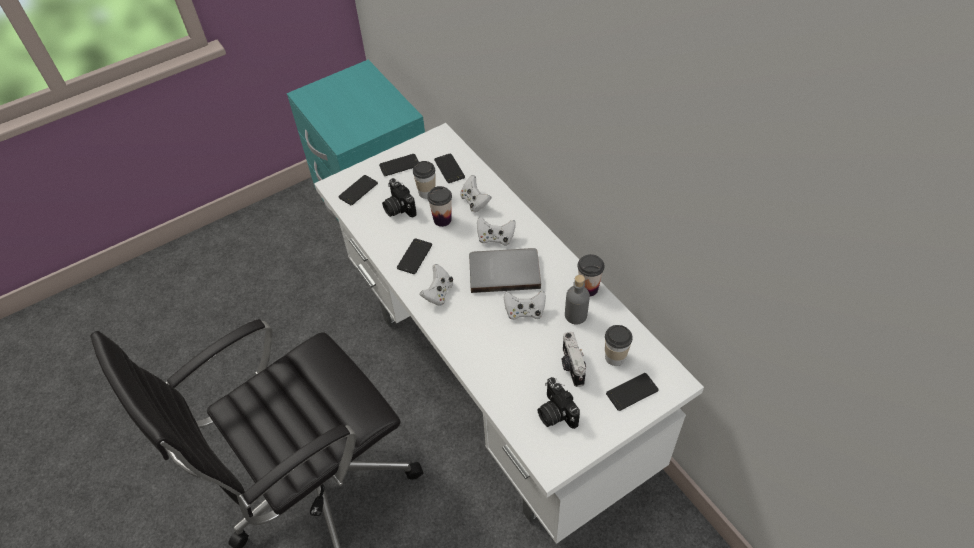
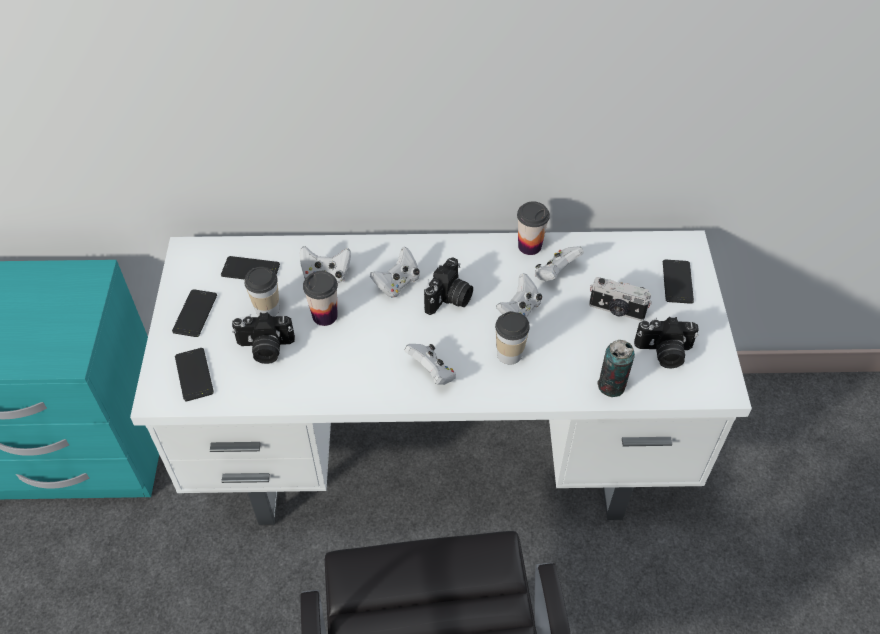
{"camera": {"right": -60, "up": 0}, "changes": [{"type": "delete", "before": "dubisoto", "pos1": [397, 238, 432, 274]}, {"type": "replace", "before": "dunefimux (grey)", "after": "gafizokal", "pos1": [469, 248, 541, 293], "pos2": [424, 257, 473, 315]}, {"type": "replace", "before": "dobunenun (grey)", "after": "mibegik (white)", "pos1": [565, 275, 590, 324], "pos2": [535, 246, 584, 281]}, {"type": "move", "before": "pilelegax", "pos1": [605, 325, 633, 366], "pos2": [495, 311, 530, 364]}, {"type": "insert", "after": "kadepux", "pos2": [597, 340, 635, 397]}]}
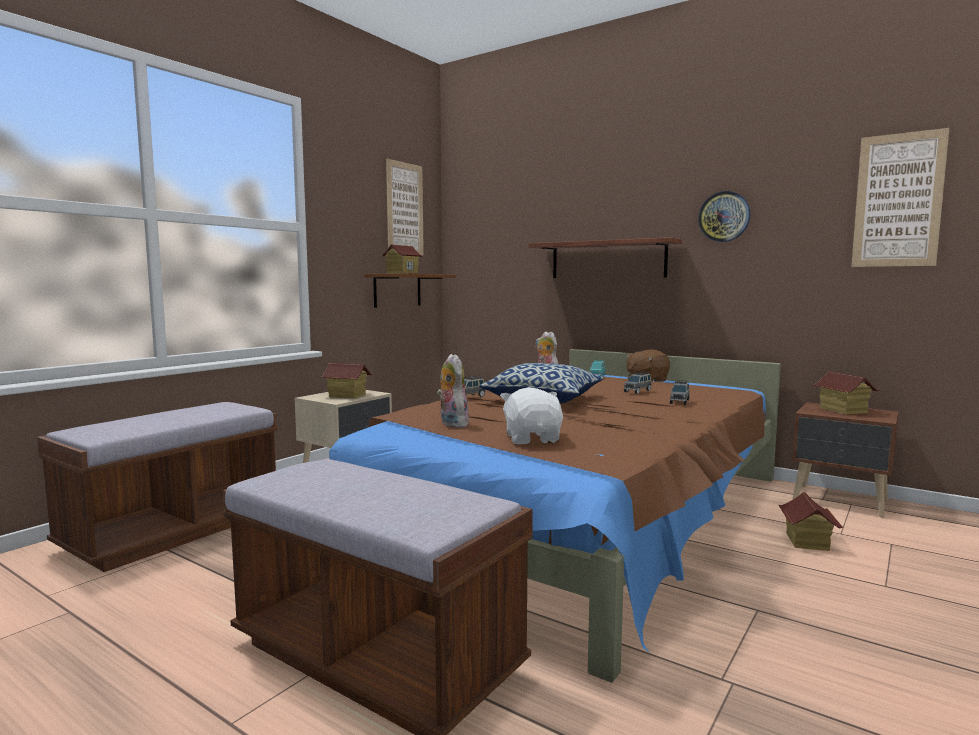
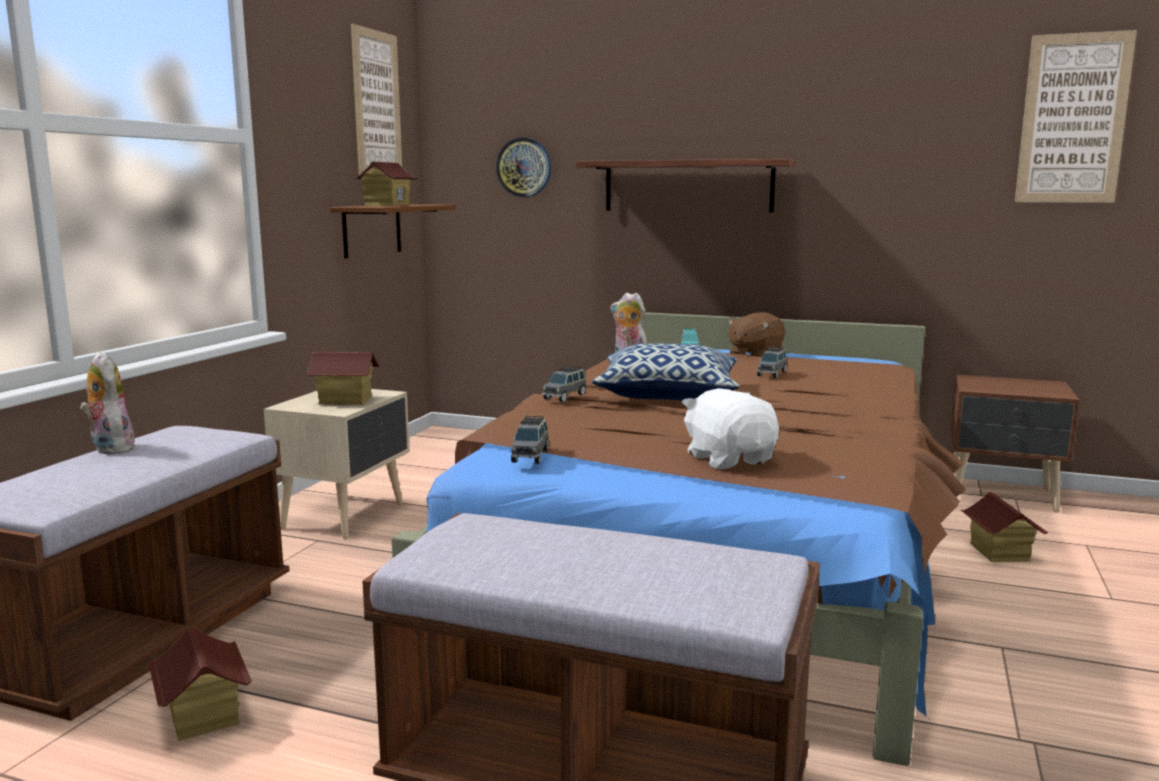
{"camera": {"right": -15, "up": 5}, "changes": [{"type": "move", "before": "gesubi", "pos1": [437, 354, 469, 428], "pos2": [80, 351, 135, 455]}, {"type": "move", "before": "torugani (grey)", "pos1": [670, 380, 690, 405], "pos2": [511, 416, 549, 464]}, {"type": "move", "before": "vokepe", "pos1": [698, 191, 750, 242], "pos2": [496, 137, 551, 197]}, {"type": "move", "before": "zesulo", "pos1": [813, 371, 880, 414], "pos2": [148, 627, 252, 741]}]}
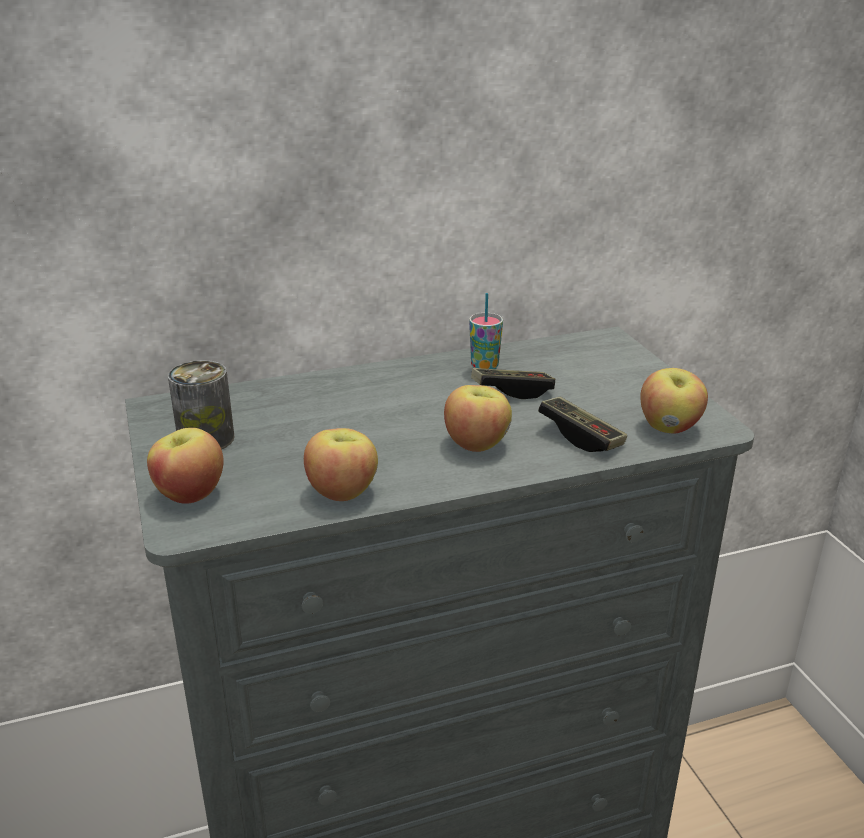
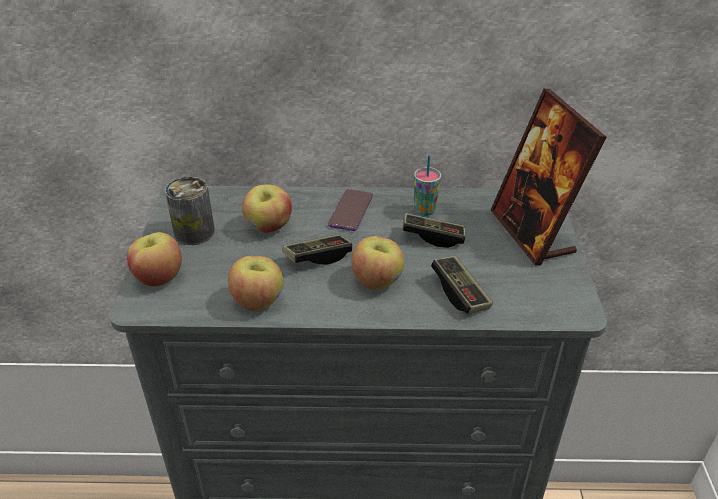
{"camera": {"right": 20, "up": 10}, "changes": [{"type": "move", "before": "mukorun", "pos1": [640, 368, 708, 434], "pos2": [242, 184, 292, 233]}, {"type": "insert", "after": "mibegik", "pos2": [283, 234, 352, 265]}, {"type": "insert", "after": "dubisoto", "pos2": [328, 189, 373, 231]}, {"type": "insert", "after": "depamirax", "pos2": [491, 88, 607, 266]}]}
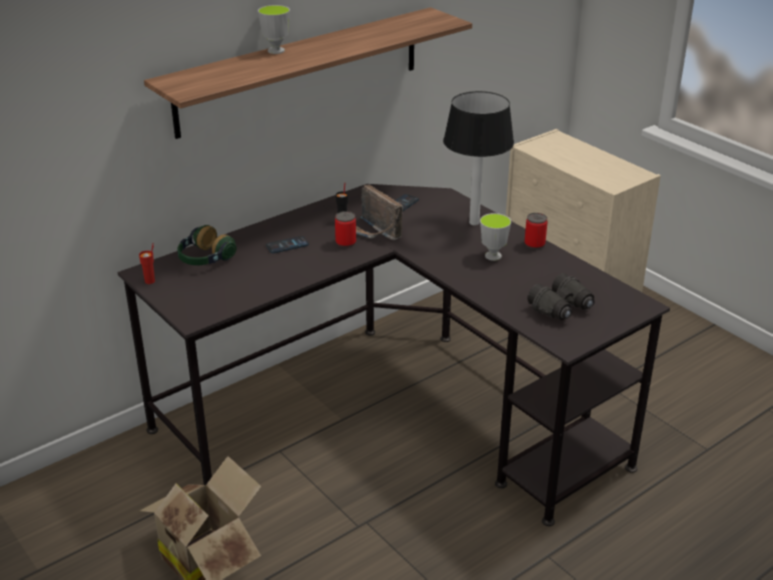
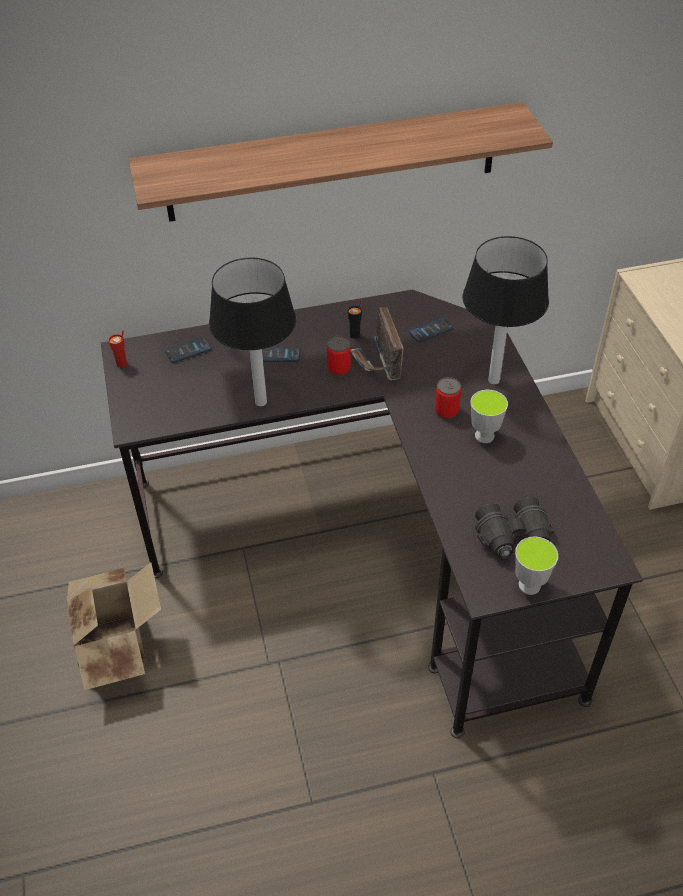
{"camera": {"right": 25, "up": 15}, "changes": [{"type": "replace", "before": "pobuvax", "after": "dubisoto", "pos1": [177, 225, 237, 265], "pos2": [165, 337, 212, 363]}, {"type": "move", "before": "pilelegax", "pos1": [258, 5, 290, 54], "pos2": [515, 537, 558, 595]}, {"type": "move", "before": "kadepux", "pos1": [525, 213, 548, 249], "pos2": [435, 377, 461, 419]}, {"type": "insert", "after": "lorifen", "pos2": [209, 258, 296, 406]}]}
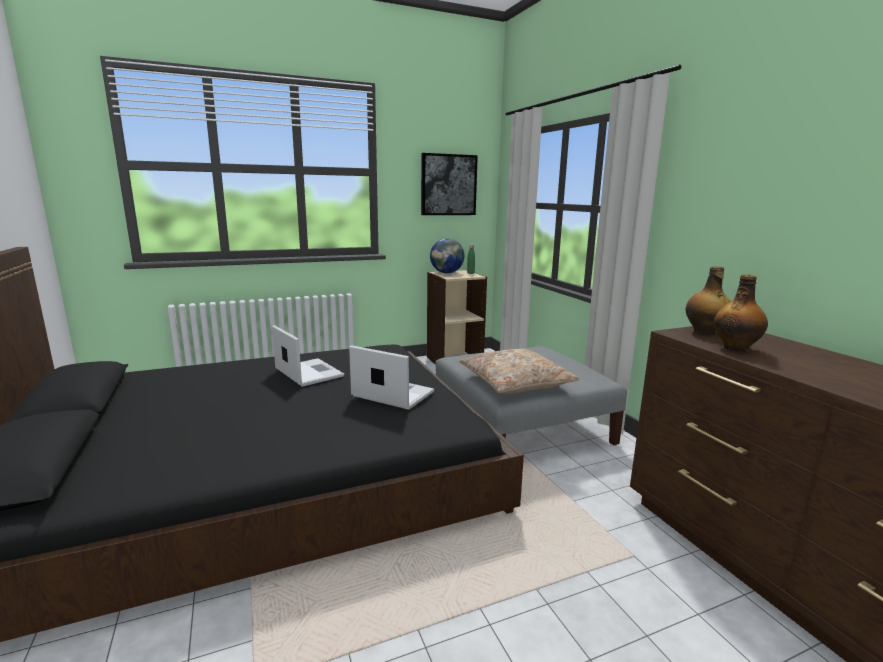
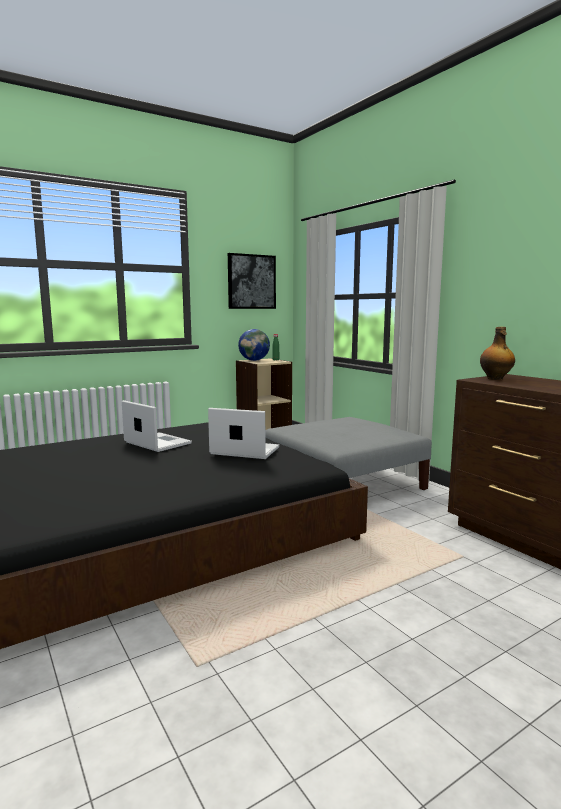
{"camera": {"right": -10, "up": -5}, "changes": [{"type": "delete", "before": "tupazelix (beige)", "pos1": [459, 349, 579, 394]}, {"type": "delete", "before": "dobunenun", "pos1": [714, 274, 768, 352]}]}
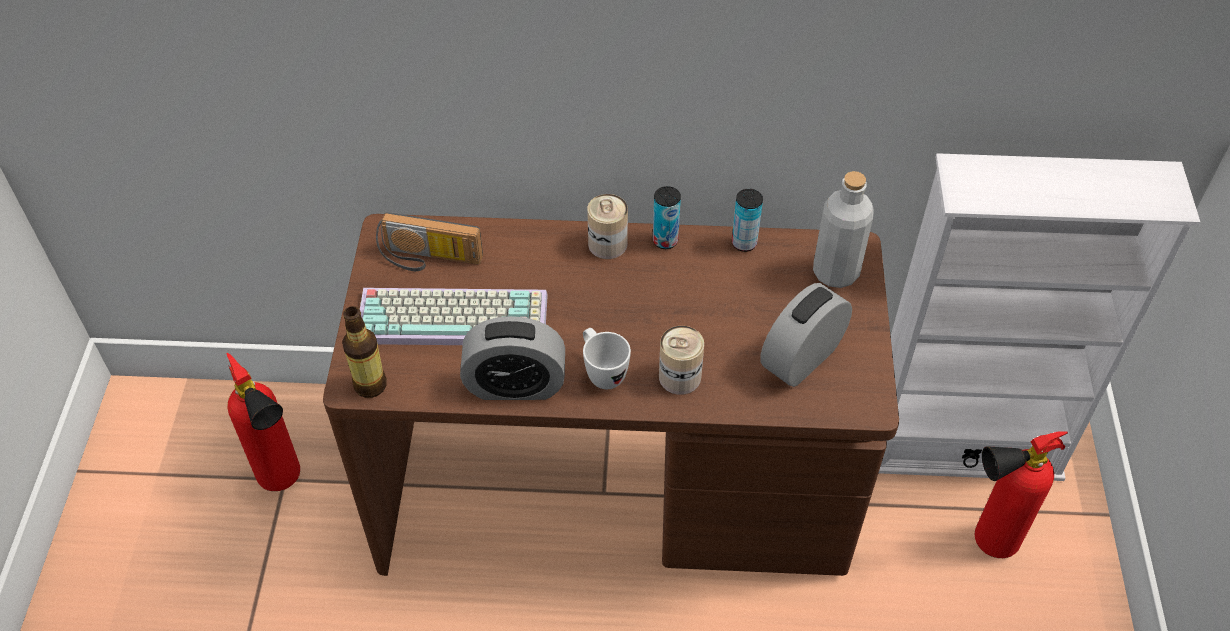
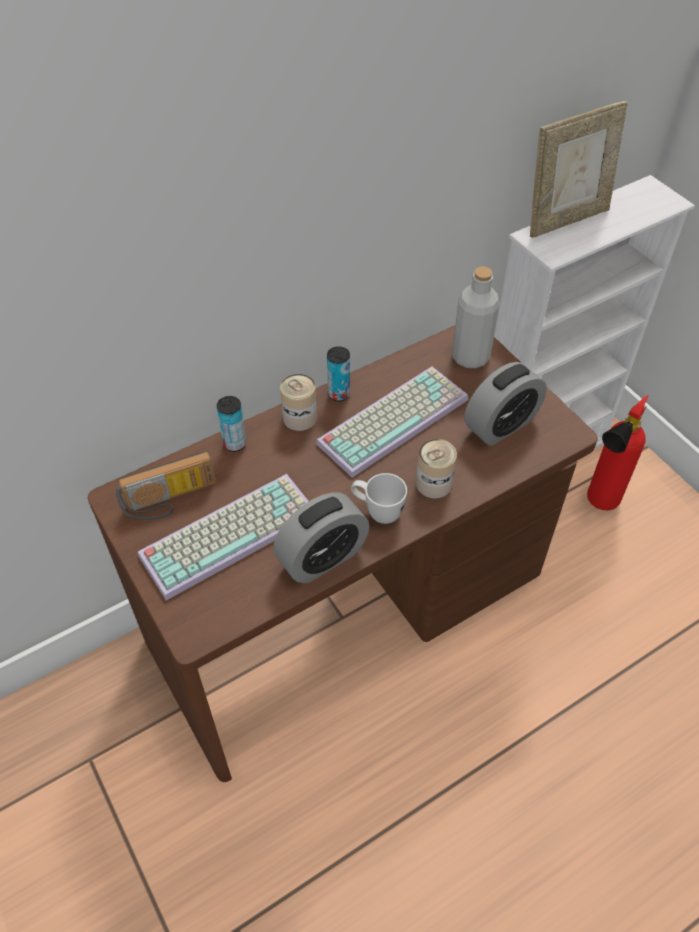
{"camera": {"right": -35, "up": 0}, "changes": [{"type": "delete", "before": "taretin", "pos1": [226, 353, 300, 491]}, {"type": "delete", "before": "dobunenun", "pos1": [342, 306, 387, 398]}, {"type": "move", "before": "kadepux", "pos1": [732, 189, 763, 252], "pos2": [217, 396, 246, 452]}, {"type": "rotate", "before": "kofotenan", "pos1": [760, 283, 852, 387], "pos2": [465, 362, 547, 446], "turn": -135}, {"type": "insert", "after": "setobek", "pos2": [316, 366, 468, 478]}, {"type": "insert", "after": "depamirax", "pos2": [530, 101, 628, 238]}]}
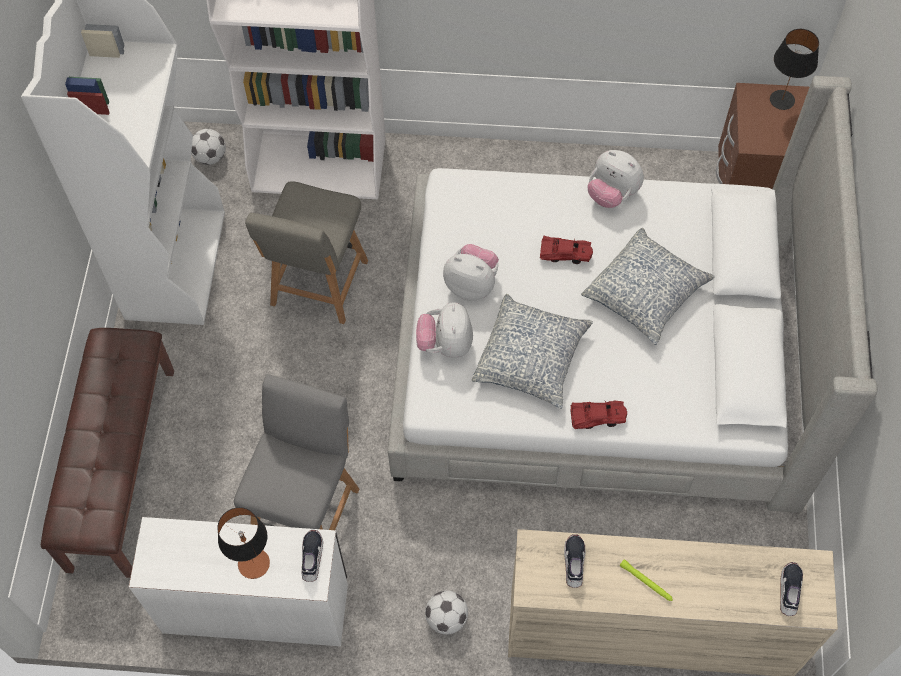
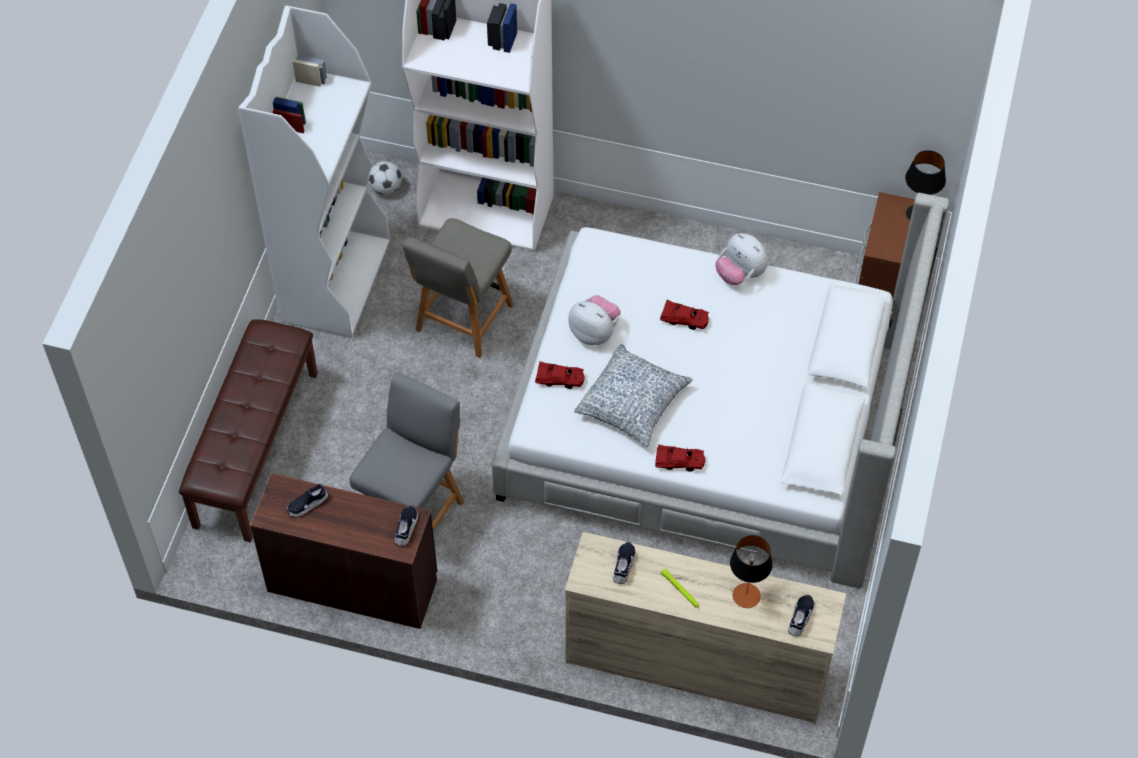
{"camera": {"right": 10, "up": -5}, "changes": [{"type": "recolor", "before": "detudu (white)", "after": "detudu (brown)", "pos1": [129, 517, 348, 646], "pos2": [250, 473, 437, 629]}, {"type": "move", "before": "lorifen", "pos1": [217, 507, 270, 579], "pos2": [730, 535, 773, 608]}, {"type": "replace", "before": "gesubi", "after": "torugani (red)", "pos1": [416, 302, 473, 358], "pos2": [535, 361, 585, 389]}, {"type": "delete", "before": "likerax", "pos1": [425, 591, 468, 634]}, {"type": "delete", "before": "tupazelix", "pos1": [581, 228, 714, 345]}, {"type": "insert", "after": "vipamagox", "pos2": [286, 483, 328, 518]}]}
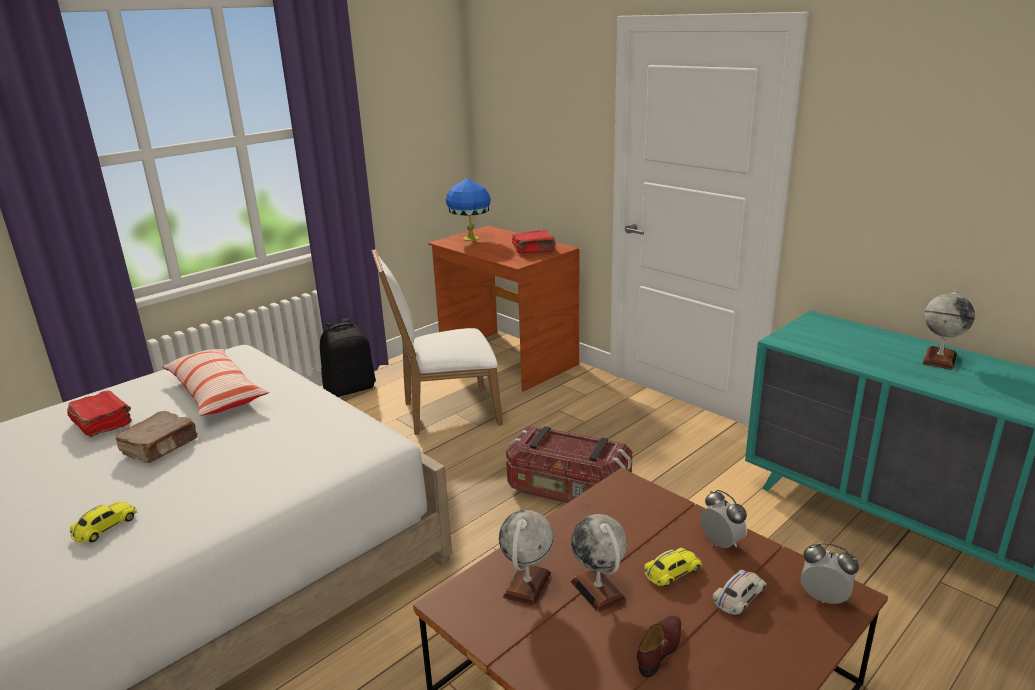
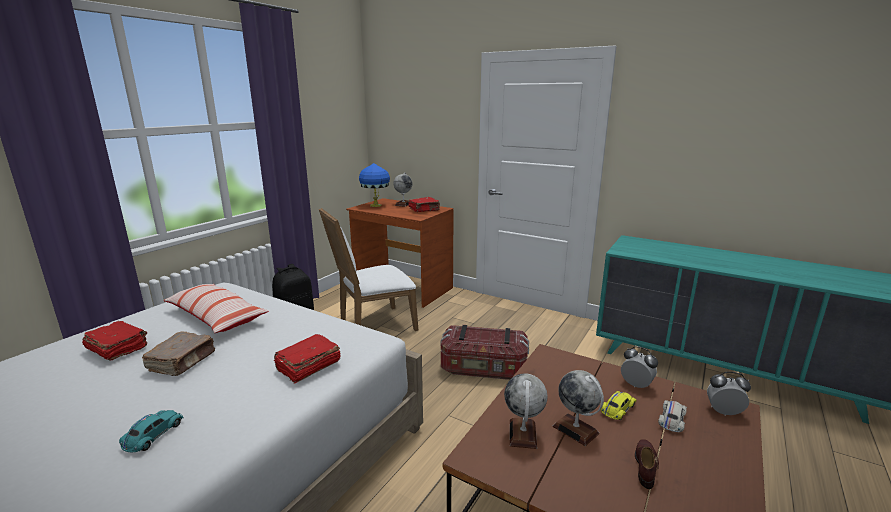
{"camera": {"right": -15, "up": -5}, "changes": [{"type": "recolor", "before": "torugani (yellow)", "after": "torugani (turquoise)", "pos1": [70, 502, 138, 543], "pos2": [119, 410, 184, 452]}, {"type": "move", "before": "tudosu", "pos1": [922, 289, 975, 370], "pos2": [393, 172, 413, 207]}, {"type": "insert", "after": "dunefimux (red)", "pos2": [274, 334, 341, 384]}]}
